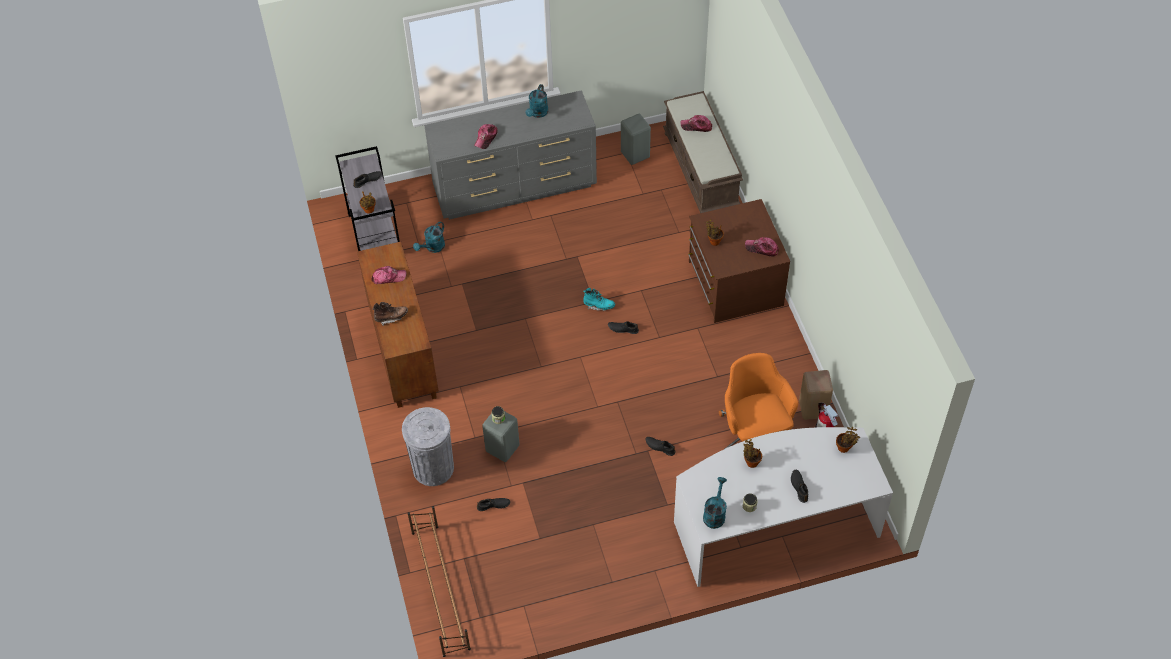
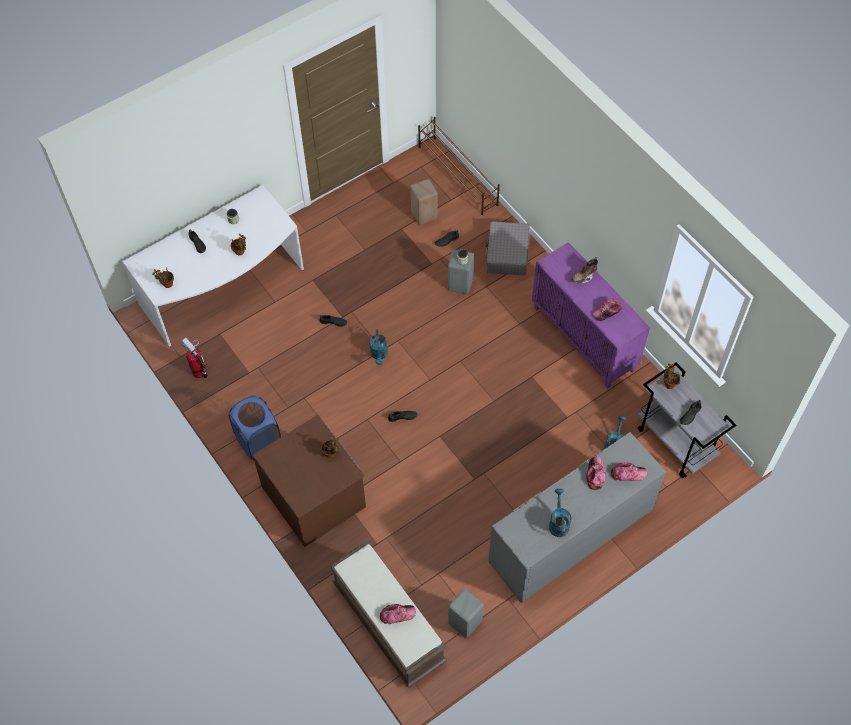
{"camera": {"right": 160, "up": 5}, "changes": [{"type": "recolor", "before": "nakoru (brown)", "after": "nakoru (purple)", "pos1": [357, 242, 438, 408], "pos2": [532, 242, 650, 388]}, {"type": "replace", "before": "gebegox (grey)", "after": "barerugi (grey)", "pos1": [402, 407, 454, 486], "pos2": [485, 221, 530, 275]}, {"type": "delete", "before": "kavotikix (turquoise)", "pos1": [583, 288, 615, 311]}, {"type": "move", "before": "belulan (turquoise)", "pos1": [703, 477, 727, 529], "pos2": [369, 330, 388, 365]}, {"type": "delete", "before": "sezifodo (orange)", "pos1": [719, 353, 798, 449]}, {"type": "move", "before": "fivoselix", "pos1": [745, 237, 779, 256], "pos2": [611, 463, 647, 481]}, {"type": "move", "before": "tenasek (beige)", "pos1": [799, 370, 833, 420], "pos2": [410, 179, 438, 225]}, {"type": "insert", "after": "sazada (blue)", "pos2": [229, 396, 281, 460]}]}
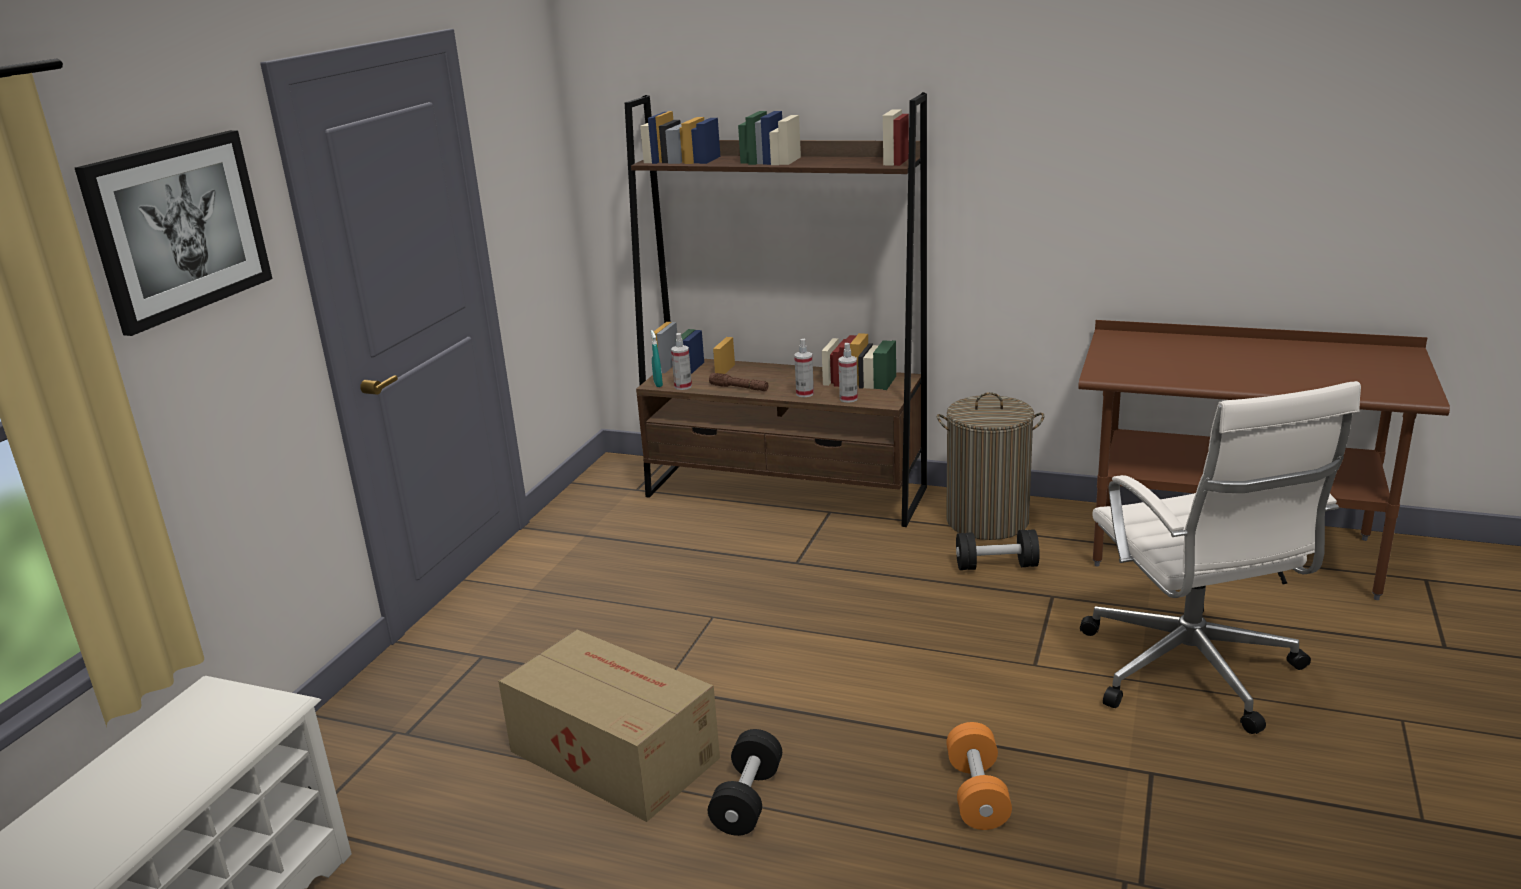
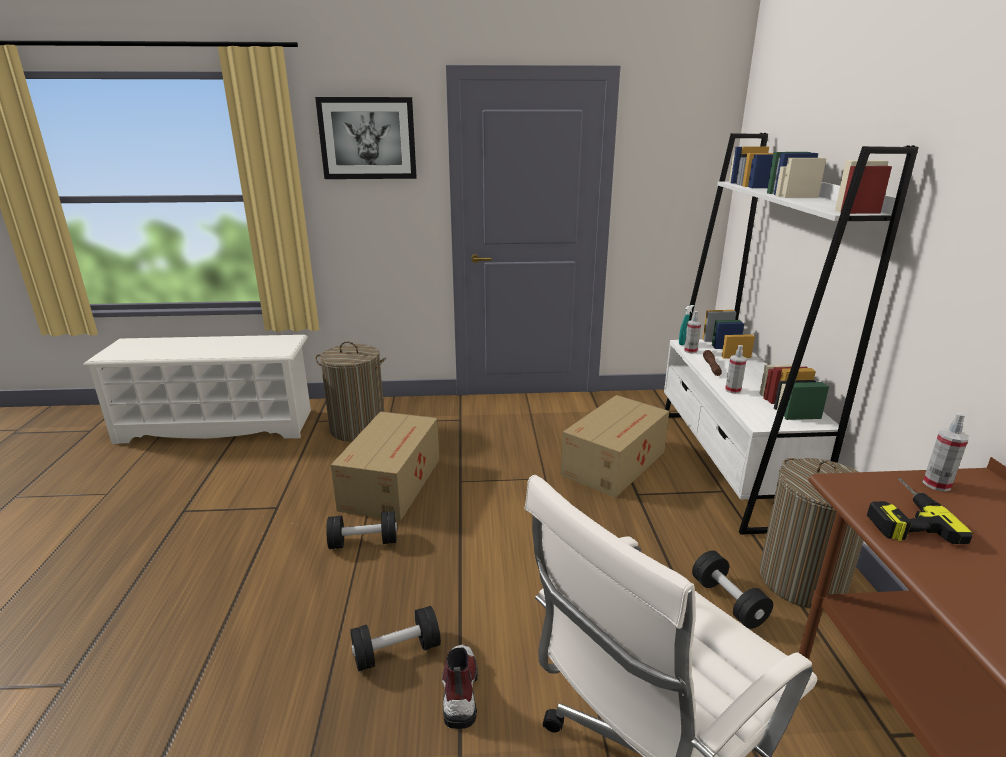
{"camera": {"right": 65, "up": 0}, "changes": [{"type": "recolor", "before": "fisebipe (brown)", "after": "fisebipe (white)", "pos1": [625, 92, 927, 527], "pos2": [664, 133, 919, 535]}, {"type": "move", "before": "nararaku", "pos1": [838, 343, 858, 403], "pos2": [923, 413, 969, 492]}, {"type": "recolor", "before": "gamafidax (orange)", "after": "gamafidax (black)", "pos1": [946, 722, 1012, 830], "pos2": [350, 606, 441, 672]}, {"type": "insert", "after": "sazada", "pos2": [315, 341, 386, 442]}, {"type": "insert", "after": "kavotikix", "pos2": [442, 645, 478, 729]}, {"type": "insert", "after": "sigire", "pos2": [561, 395, 669, 498]}, {"type": "insert", "after": "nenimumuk", "pos2": [867, 477, 973, 544]}]}
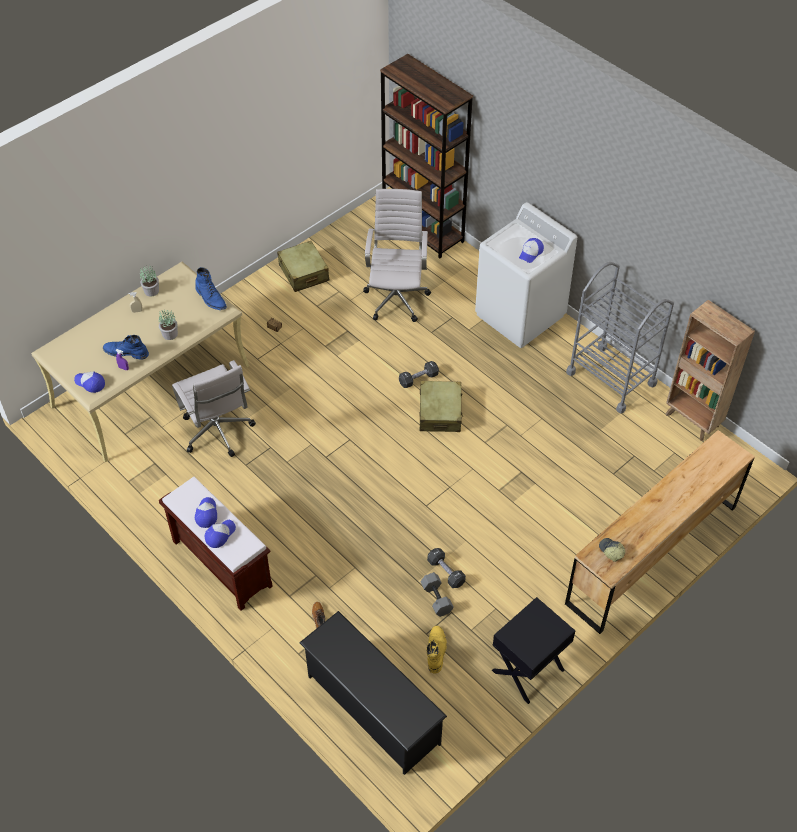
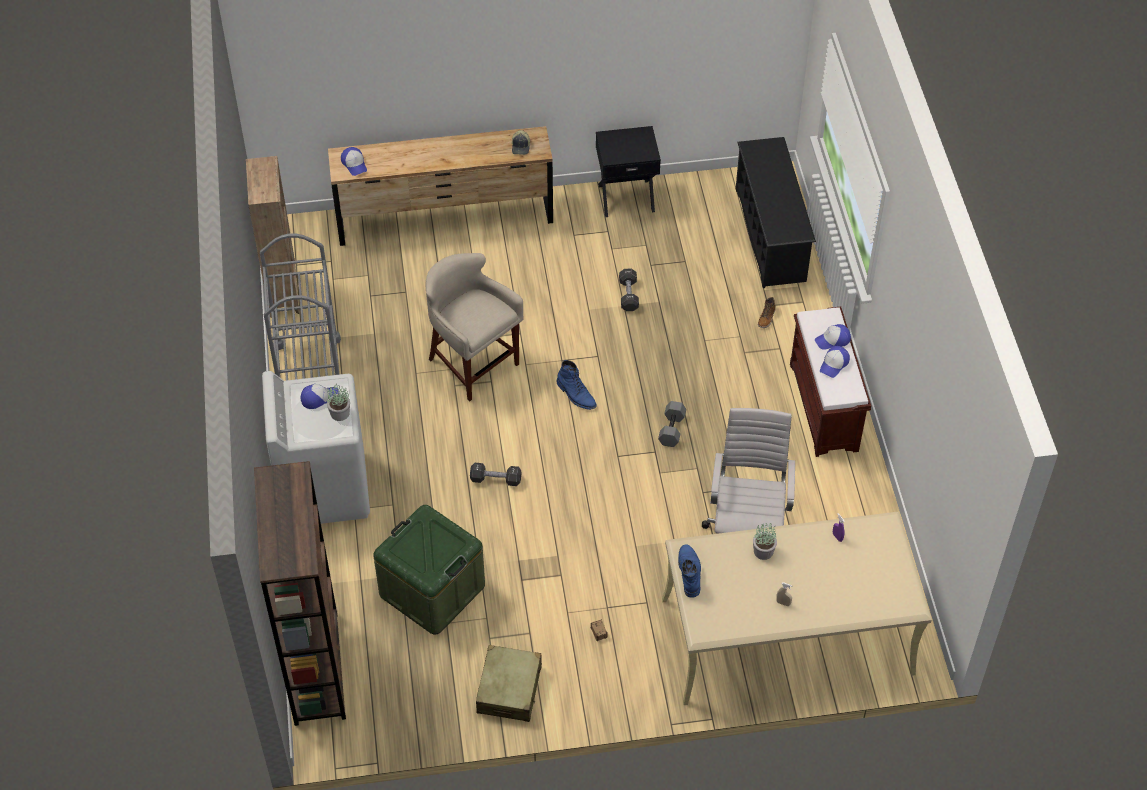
{"camera": {"right": -145, "up": 0}, "changes": [{"type": "move", "before": "fivoselix", "pos1": [74, 371, 105, 393], "pos2": [341, 147, 367, 176]}, {"type": "move", "before": "kavotikix (blue)", "pos1": [103, 335, 149, 360], "pos2": [556, 360, 597, 410]}, {"type": "move", "before": "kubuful", "pos1": [140, 265, 159, 297], "pos2": [327, 383, 350, 421]}, {"type": "replace", "before": "sezifodo (white)", "after": "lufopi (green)", "pos1": [363, 189, 431, 322], "pos2": [373, 505, 485, 635]}, {"type": "delete", "before": "barerugi (beige)", "pos1": [419, 381, 463, 432]}, {"type": "move", "before": "gamafidax (grey)", "pos1": [420, 572, 454, 617], "pos2": [658, 401, 686, 447]}, {"type": "delete", "before": "kavotikix (yellow)", "pos1": [426, 626, 447, 674]}, {"type": "insert", "after": "tenasek (beige)", "pos2": [426, 253, 523, 401]}]}
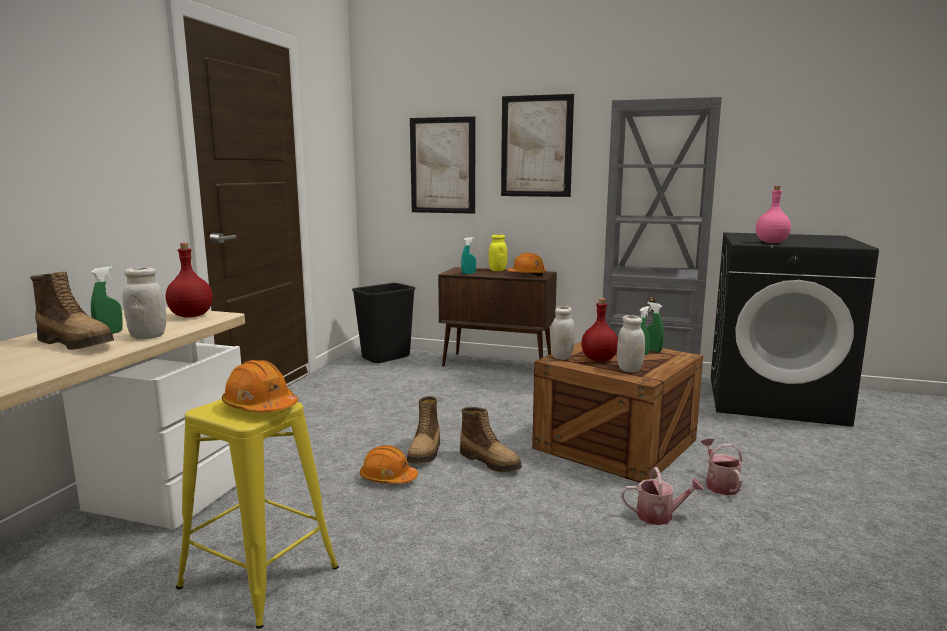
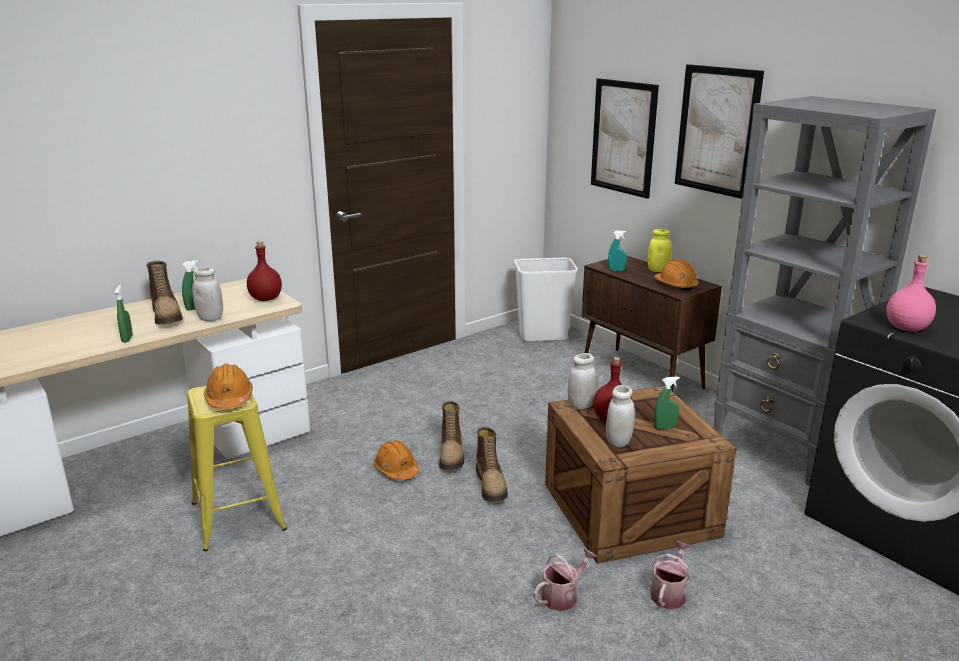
{"camera": {"right": 35, "up": 10}, "changes": [{"type": "recolor", "before": "gebegox (black)", "after": "gebegox (white)", "pos1": [352, 283, 415, 363], "pos2": [514, 258, 578, 342]}, {"type": "rotate", "before": "kavotikix", "pos1": [407, 396, 440, 463], "pos2": [439, 401, 464, 471], "turn": -45}, {"type": "rotate", "before": "belulan", "pos1": [621, 467, 704, 525], "pos2": [533, 548, 597, 611], "turn": -75}, {"type": "move", "before": "nararaku (green)", "pos1": [645, 302, 664, 352], "pos2": [115, 285, 133, 343]}]}
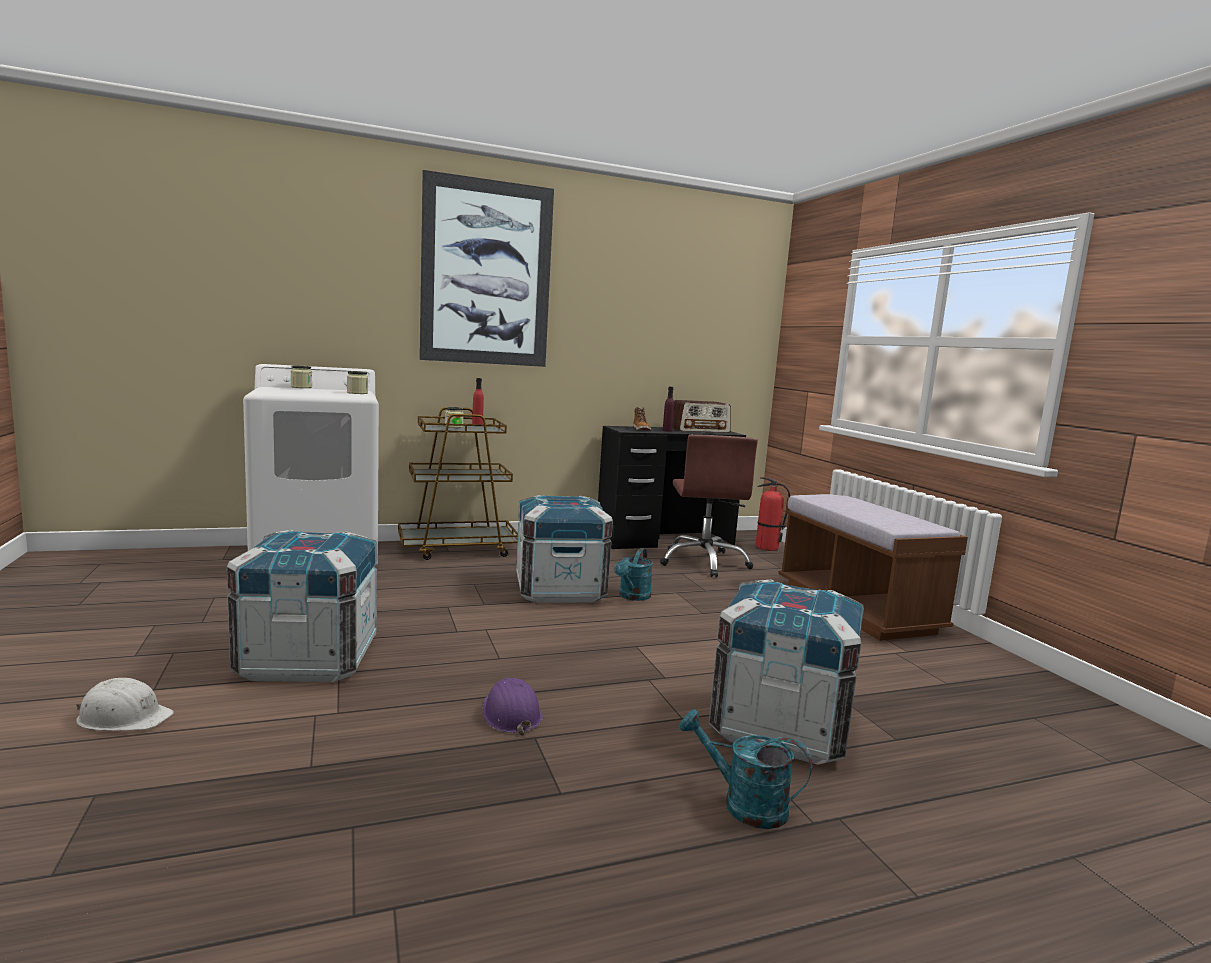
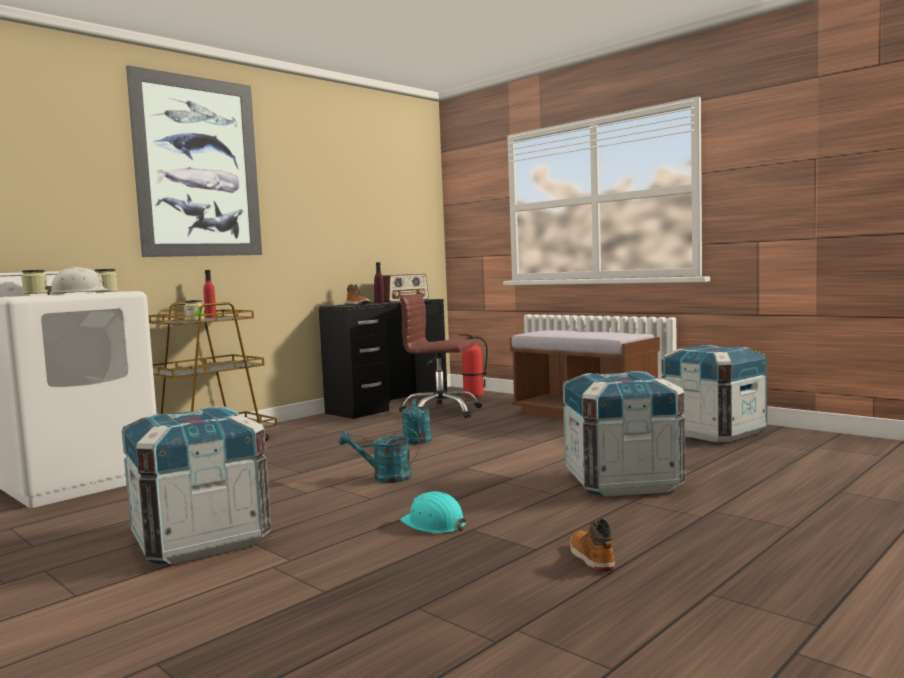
{"camera": {"right": -25, "up": -5}, "changes": [{"type": "move", "before": "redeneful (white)", "pos1": [76, 678, 174, 731], "pos2": [45, 267, 111, 295]}, {"type": "recolor", "before": "redeneful (purple)", "after": "redeneful (turquoise)", "pos1": [483, 678, 542, 736], "pos2": [400, 491, 467, 533]}, {"type": "move", "before": "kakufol", "pos1": [516, 495, 613, 603], "pos2": [662, 345, 767, 442]}, {"type": "rotate", "before": "sezifodo (brown)", "pos1": [660, 434, 758, 577], "pos2": [399, 294, 482, 418], "turn": 135}, {"type": "move", "before": "belulan (turquoise)", "pos1": [679, 709, 812, 829], "pos2": [339, 428, 420, 483]}, {"type": "insert", "after": "kavotikix", "pos2": [570, 519, 615, 572]}]}
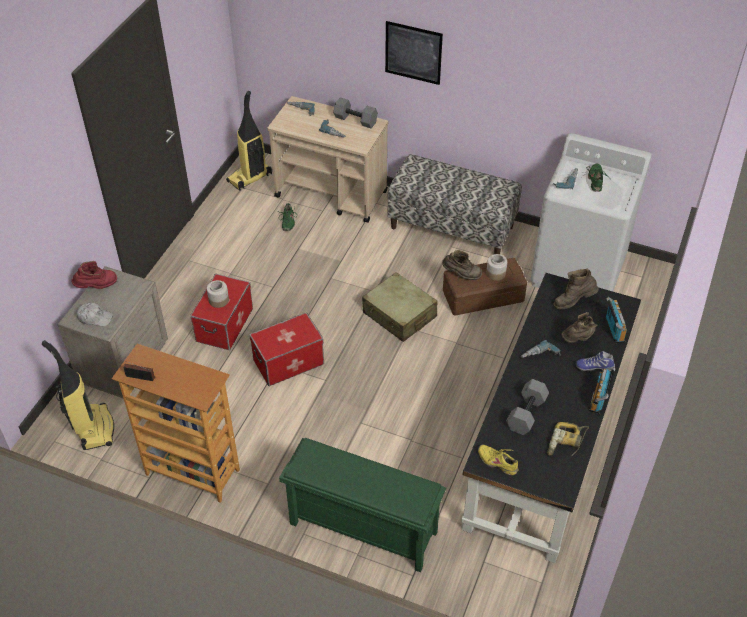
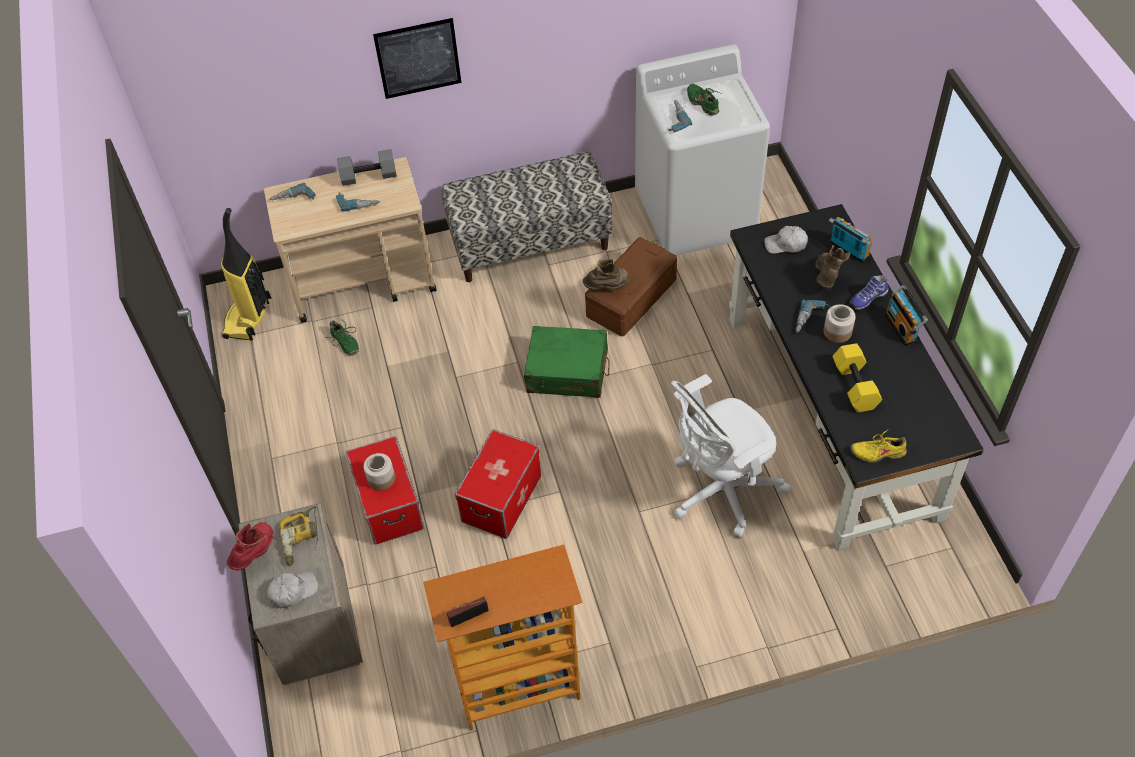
{"camera": {"right": -35, "up": 5}, "changes": [{"type": "delete", "before": "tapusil", "pos1": [42, 340, 114, 450]}, {"type": "delete", "before": "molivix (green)", "pos1": [279, 438, 446, 572]}, {"type": "recolor", "before": "barerugi (beige)", "after": "barerugi (green)", "pos1": [362, 272, 438, 342], "pos2": [524, 326, 610, 398]}, {"type": "move", "before": "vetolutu", "pos1": [486, 254, 507, 281], "pos2": [824, 304, 856, 343]}, {"type": "recolor", "before": "gamafidax (grey)", "after": "gamafidax (yellow)", "pos1": [506, 379, 549, 435], "pos2": [832, 343, 882, 412]}, {"type": "move", "before": "nenimumuk", "pos1": [547, 422, 589, 456], "pos2": [279, 506, 318, 566]}, {"type": "replace", "before": "kavotikix (brown)", "after": "fivoselix (white)", "pos1": [553, 269, 599, 309], "pos2": [764, 226, 808, 254]}, {"type": "insert", "after": "sezifodo (white)", "pos2": [671, 374, 791, 538]}]}
